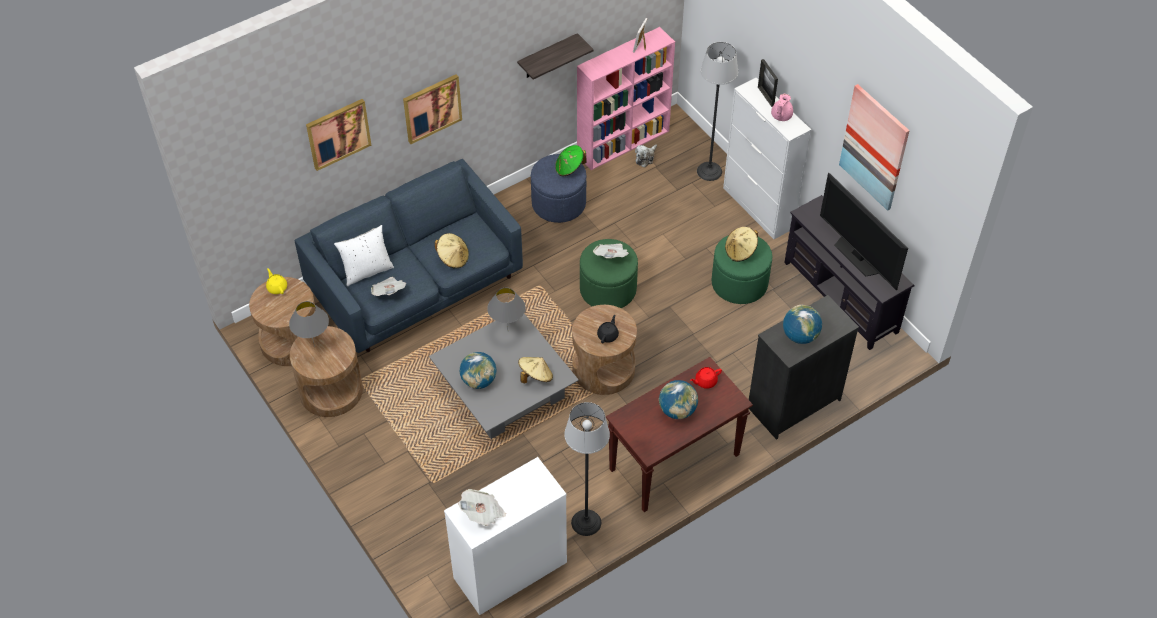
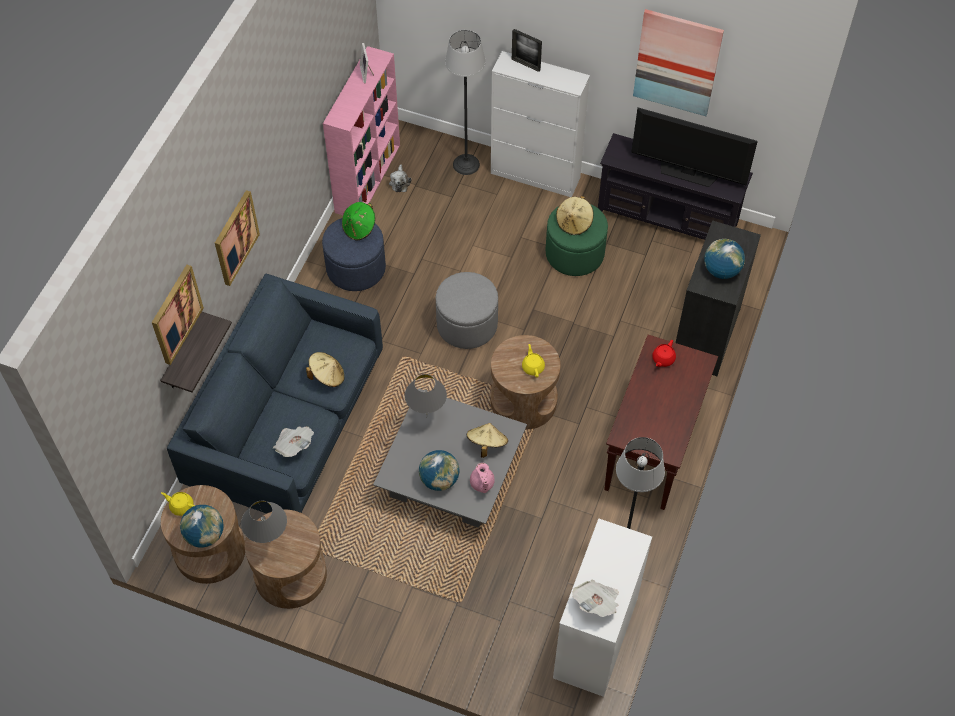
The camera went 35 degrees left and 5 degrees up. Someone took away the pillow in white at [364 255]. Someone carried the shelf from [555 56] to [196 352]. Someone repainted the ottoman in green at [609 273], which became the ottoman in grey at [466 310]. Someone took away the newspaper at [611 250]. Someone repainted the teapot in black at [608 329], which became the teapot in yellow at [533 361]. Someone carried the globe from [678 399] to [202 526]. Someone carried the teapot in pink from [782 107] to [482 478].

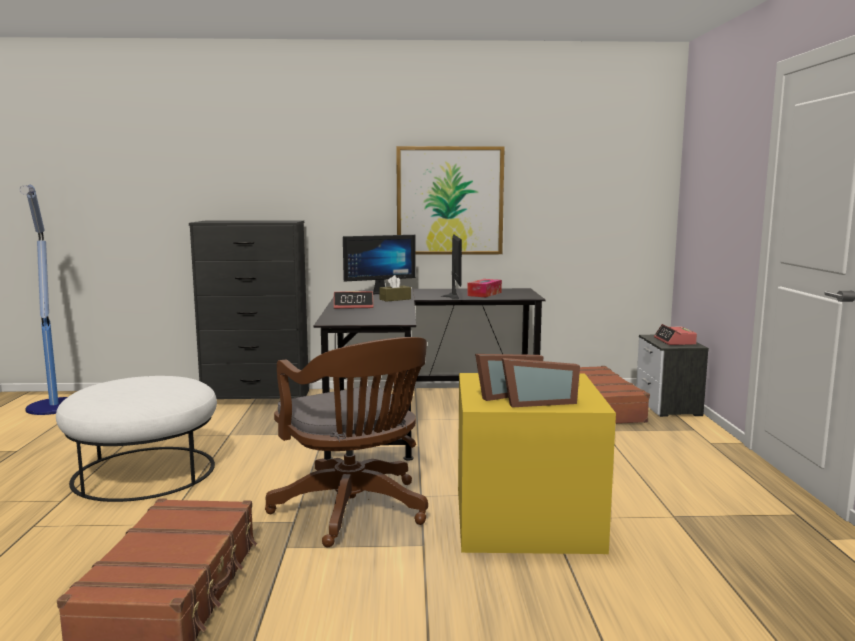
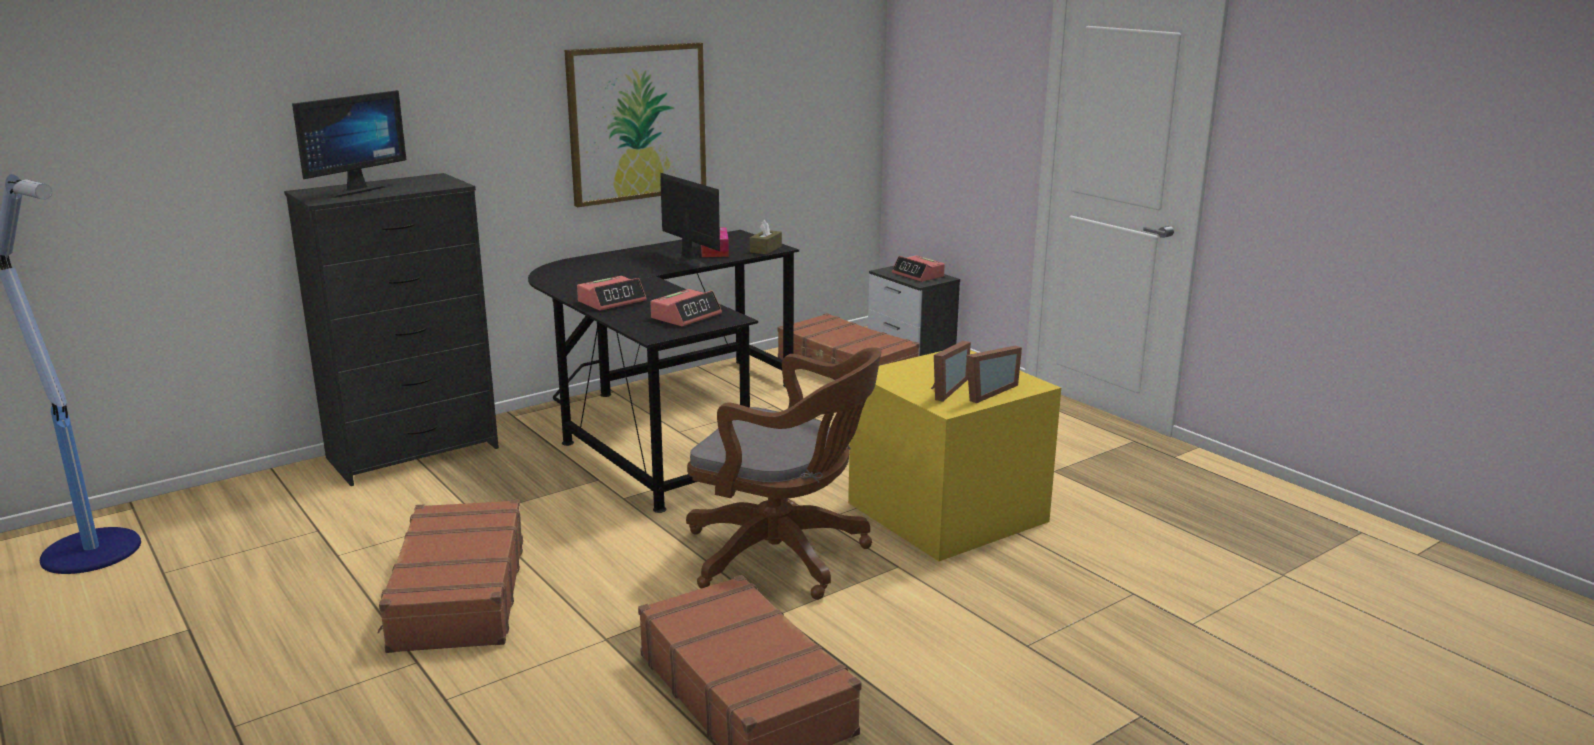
The camera went 35 degrees left and 10 degrees up. Someone swapped the ottoman in white at [136 439] for the suitcase in brown at [450 576]. Someone carried the monitor from [379 264] to [349 144]. Someone carried the tissue box in brown from [395 288] to [766 237]. Someone put down the alarm clock at [686 307].

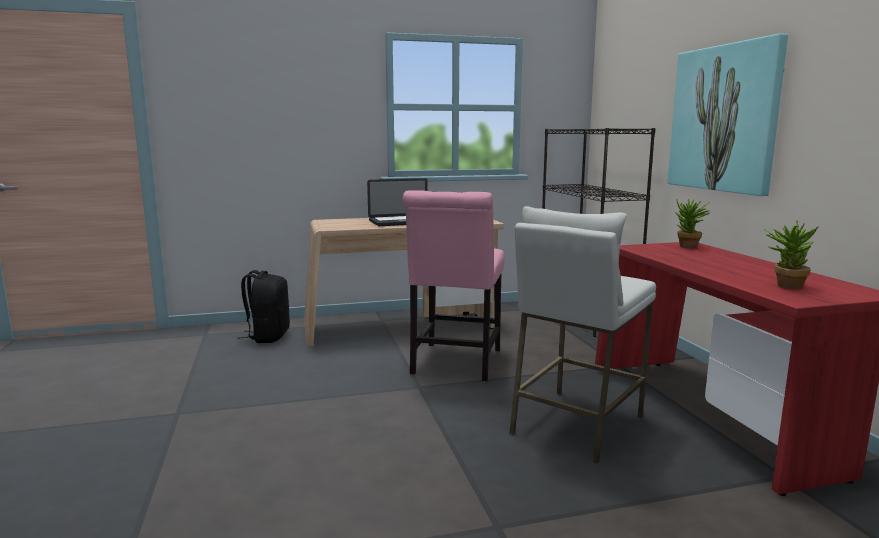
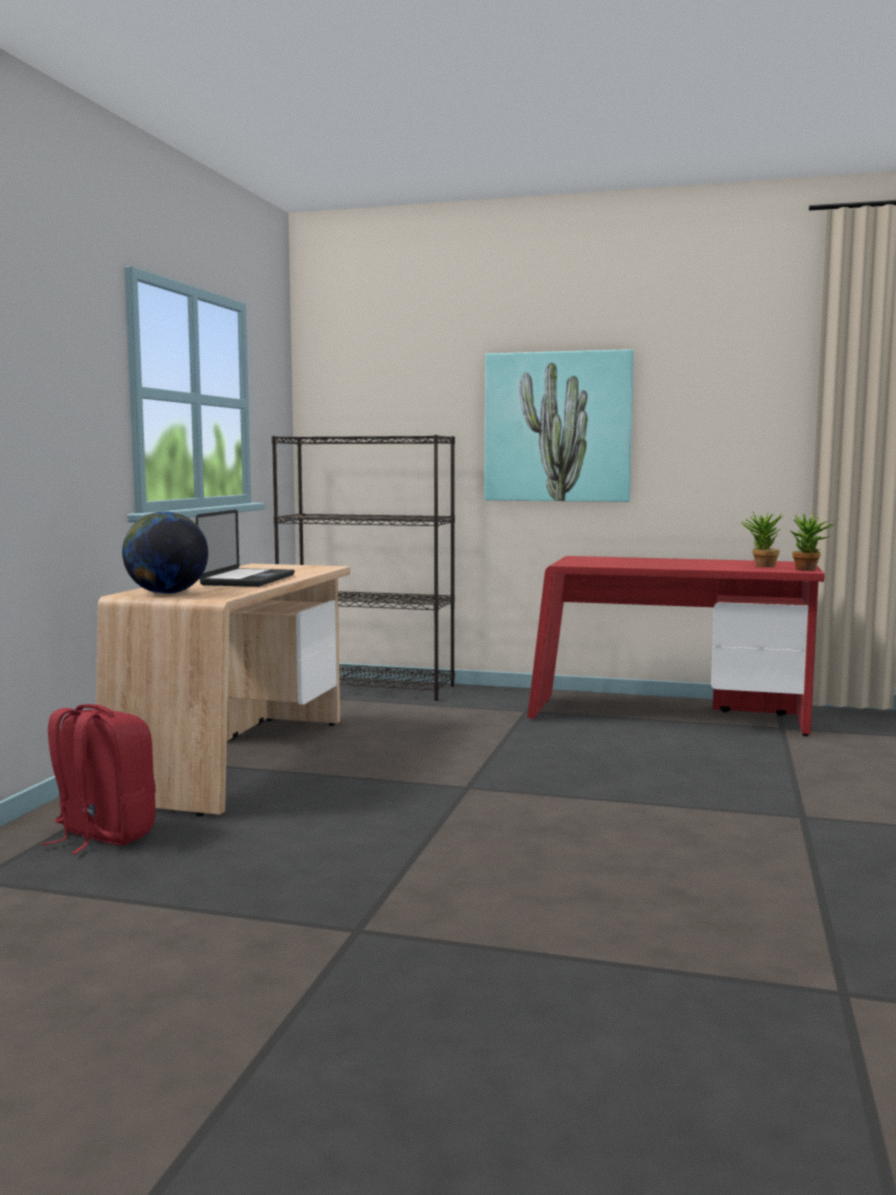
The camera went 60 degrees left and 5 degrees down. Someone repainted the backpack in black at [263 306], which became the backpack in red at [98 779]. Someone took away the chair in pink at [453 285]. Someone took away the stool in white at [582 335]. Someone carried the potted plant from [693 223] to [812 542]. Someone put down the globe at [165 552].

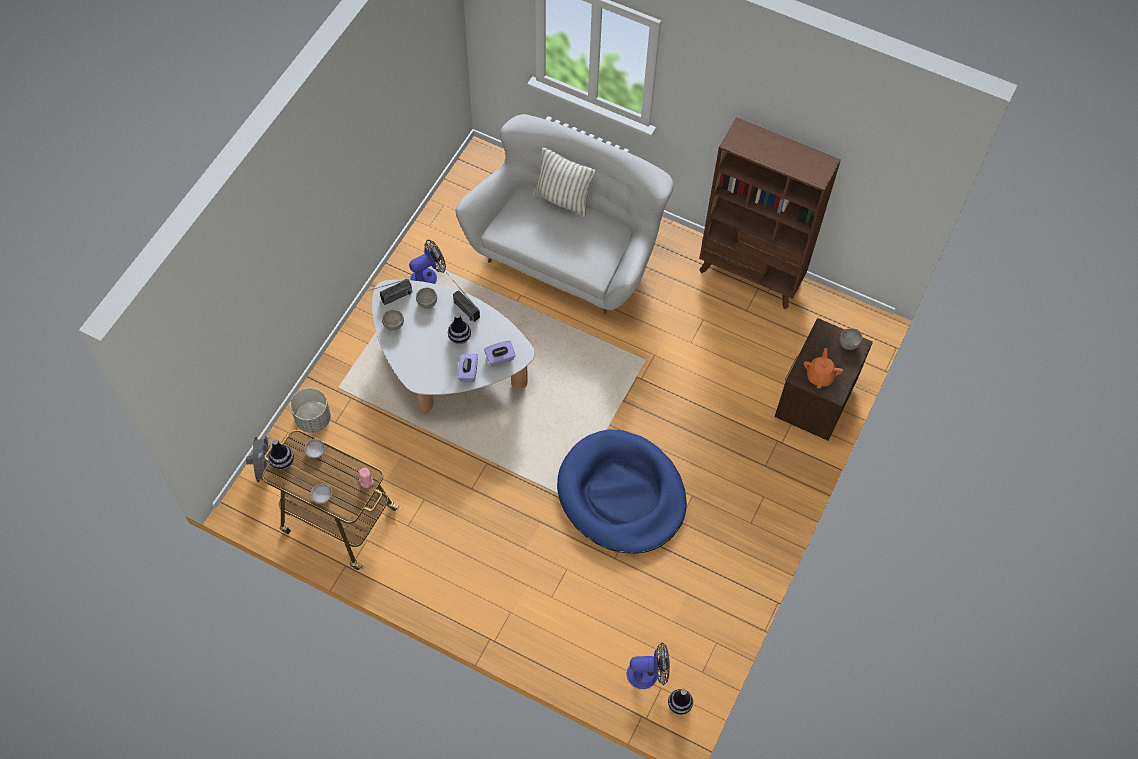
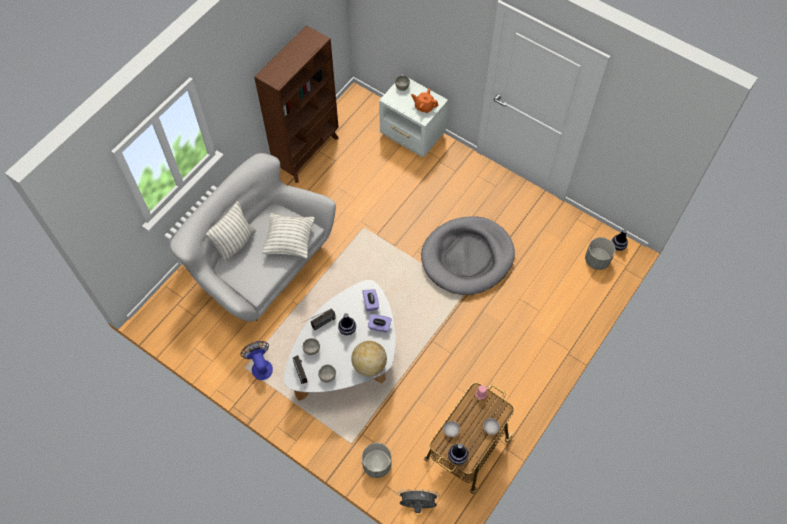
The camera went 80 degrees left and 0 degrees up. Someone repainted the dog bed in blue at [622 491], which became the dog bed in grey at [468 255]. Someone swapped the fan at [648 665] for the planter in grey at [600 253]. Someone repainted the nightstand in brown at [824 379], which became the nightstand in white at [413 117]. Someone put down the pillow at [288 235]. Someone put down the globe at [369 358].

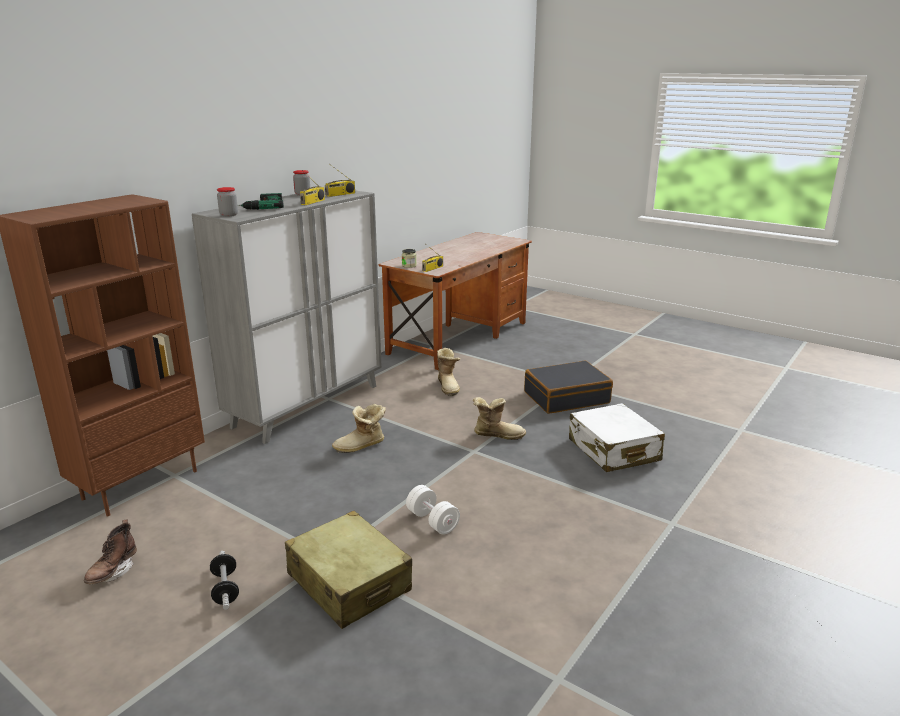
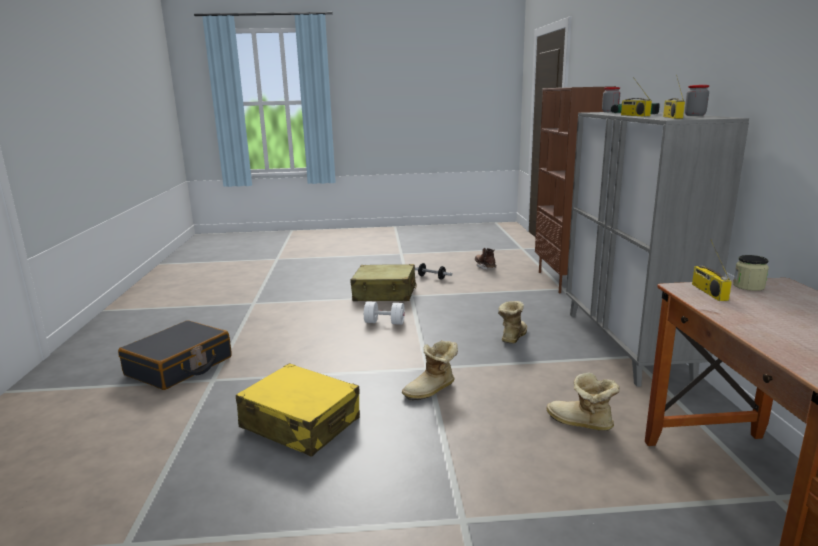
The camera went 140 degrees right and 5 degrees down. Someone carried the suitcase in black from [568 387] to [175 355]. Someone repainted the suitcase in white at [617 437], which became the suitcase in yellow at [298 410].

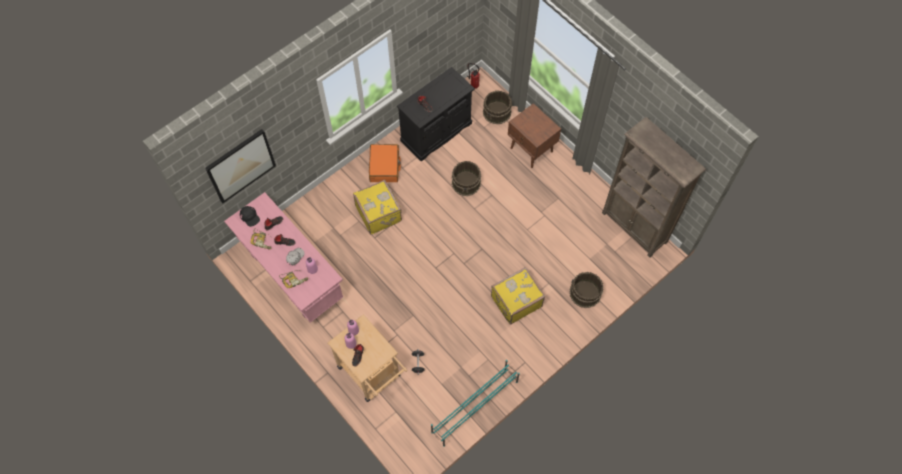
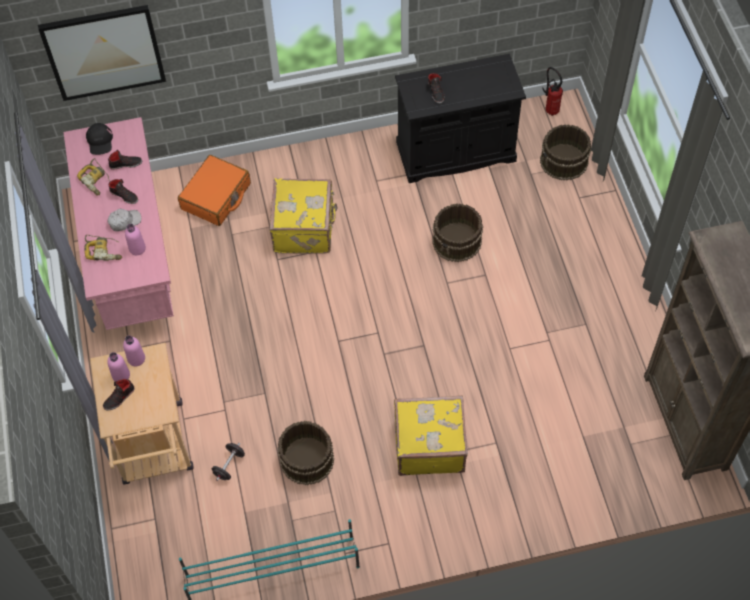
The camera went 30 degrees right and 5 degrees down. Someone carried the suitcase in orange from [385 163] to [214 190]. Someone took away the nightstand in brown at [534 135]. Someone carried the bucket in brown from [586 290] to [305 453].

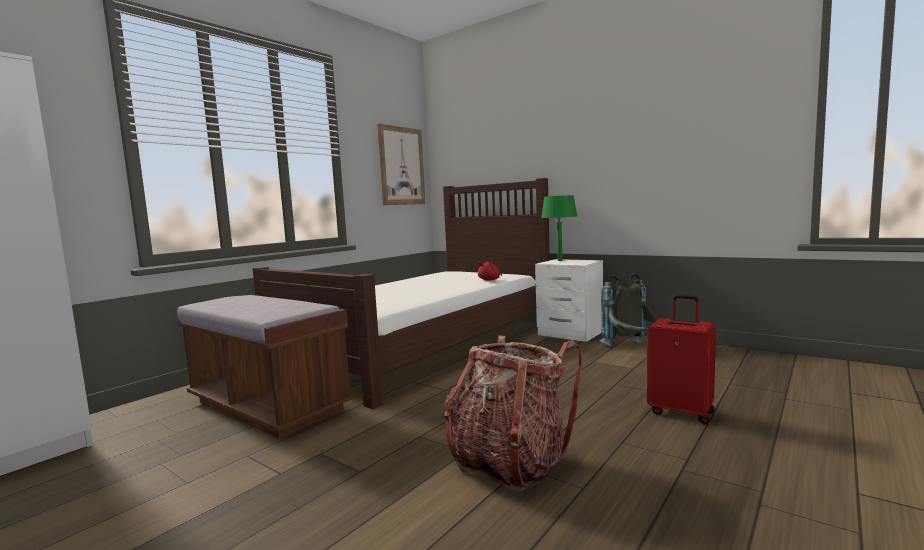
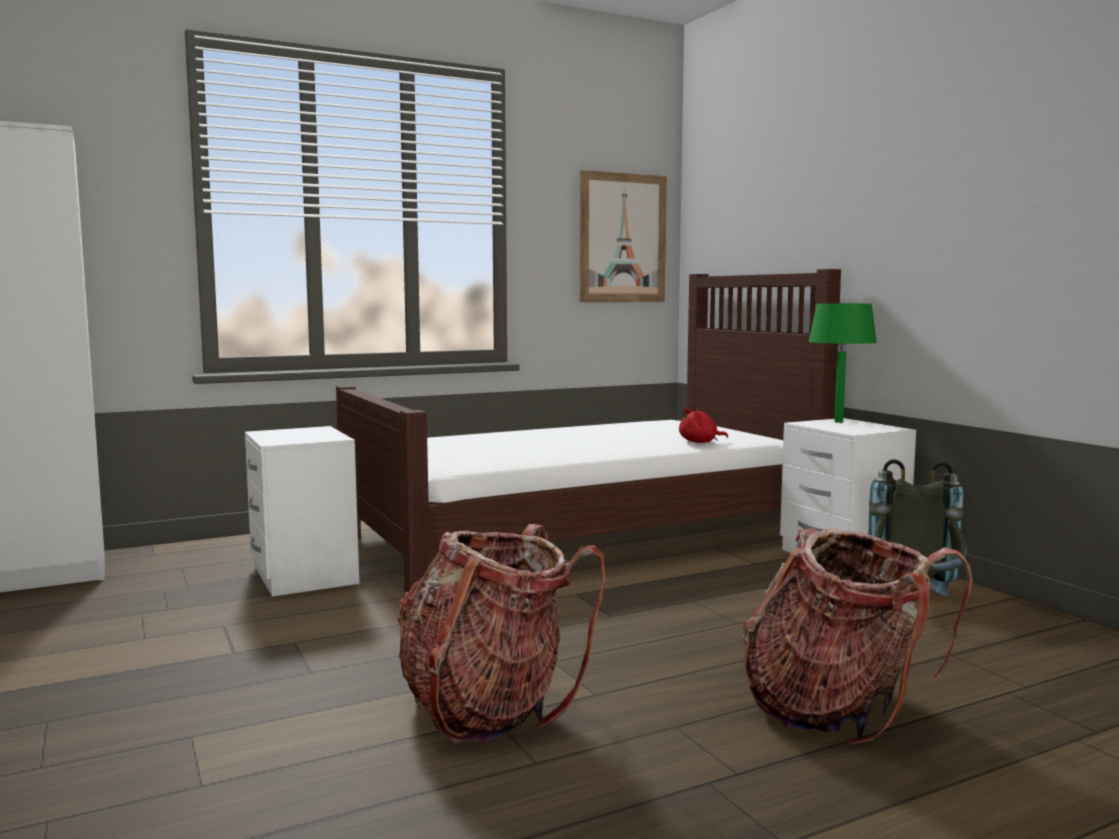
The camera went 25 degrees right and 0 degrees up. Someone swapped the bench in brown at [265 367] for the nightstand in white at [302 511]. Someone swapped the suitcase in red at [681 360] for the backpack at [857 636].

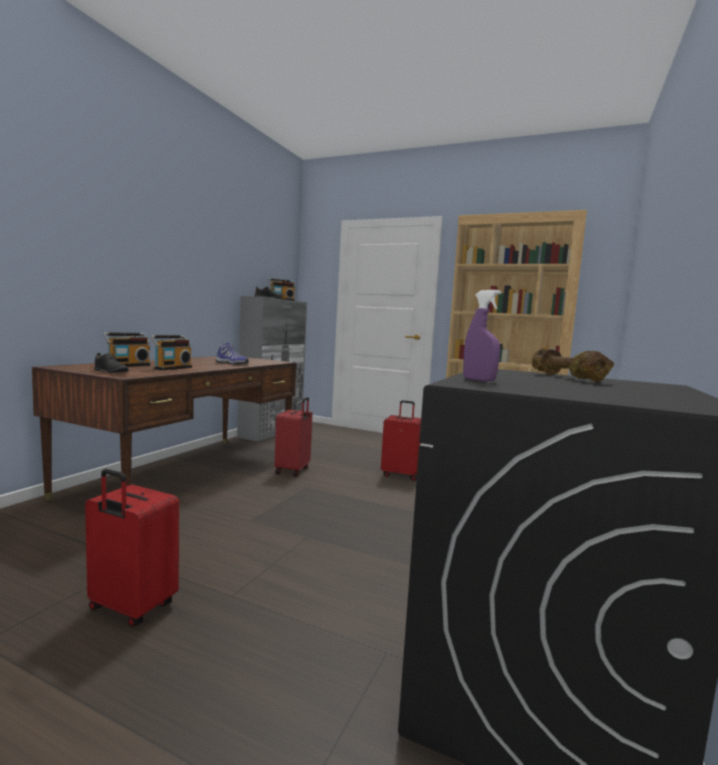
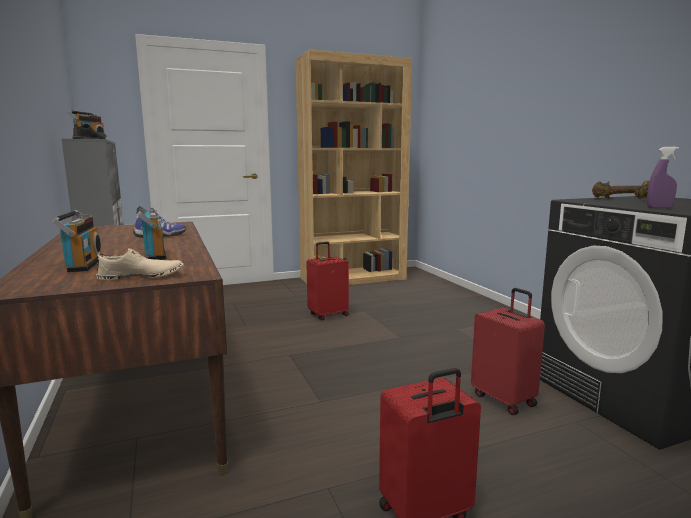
The camera went 45 degrees left and 5 degrees up. Someone repainted the shoe in black at [111 363], which became the shoe in beige at [140 264]. Someone carried the suitcase in red from [293 437] to [508 351].

